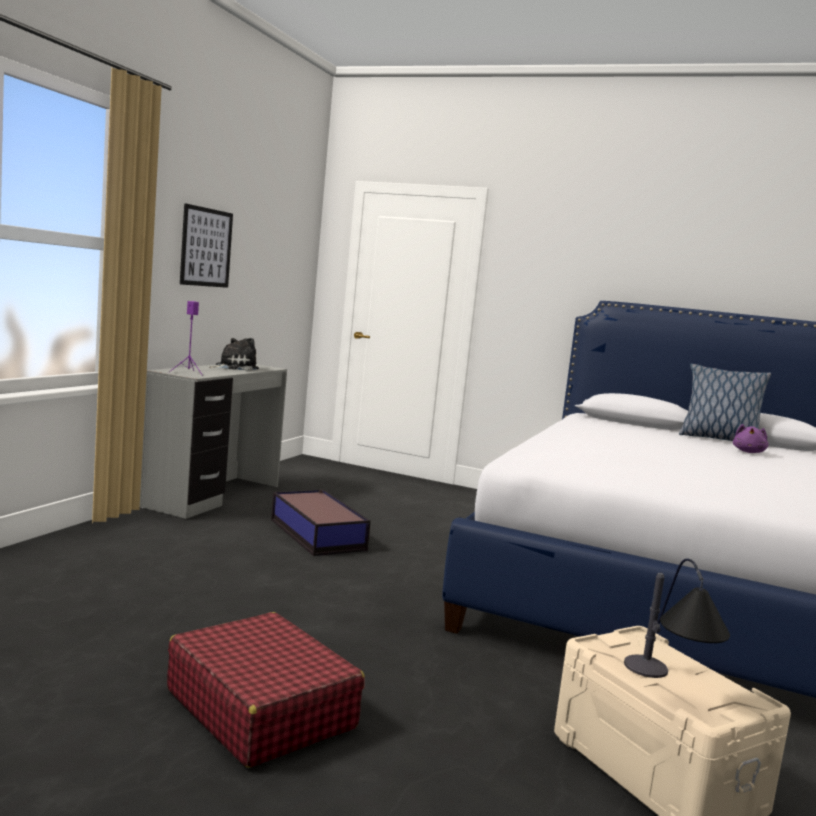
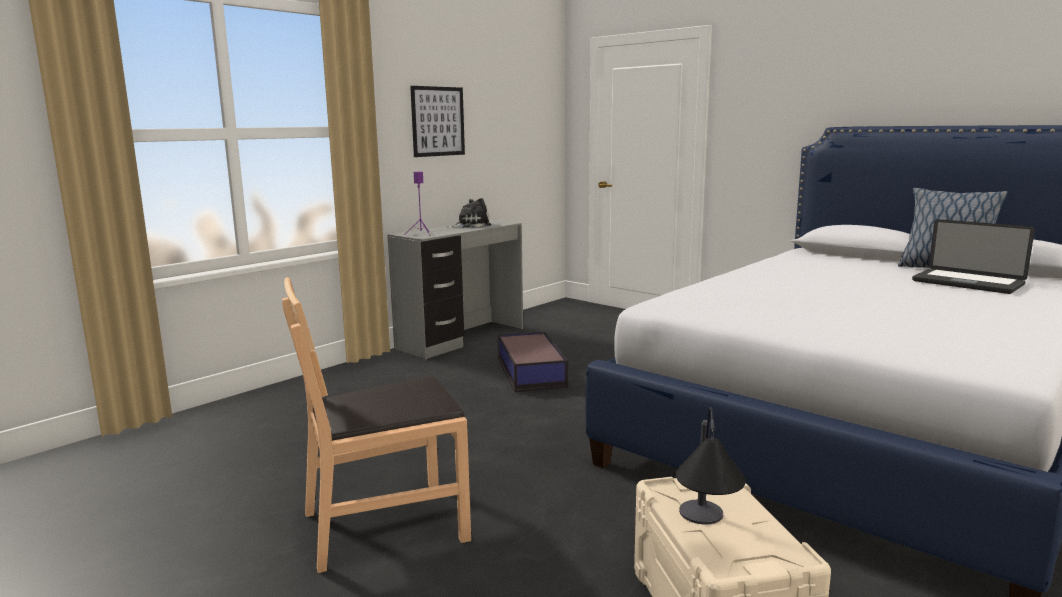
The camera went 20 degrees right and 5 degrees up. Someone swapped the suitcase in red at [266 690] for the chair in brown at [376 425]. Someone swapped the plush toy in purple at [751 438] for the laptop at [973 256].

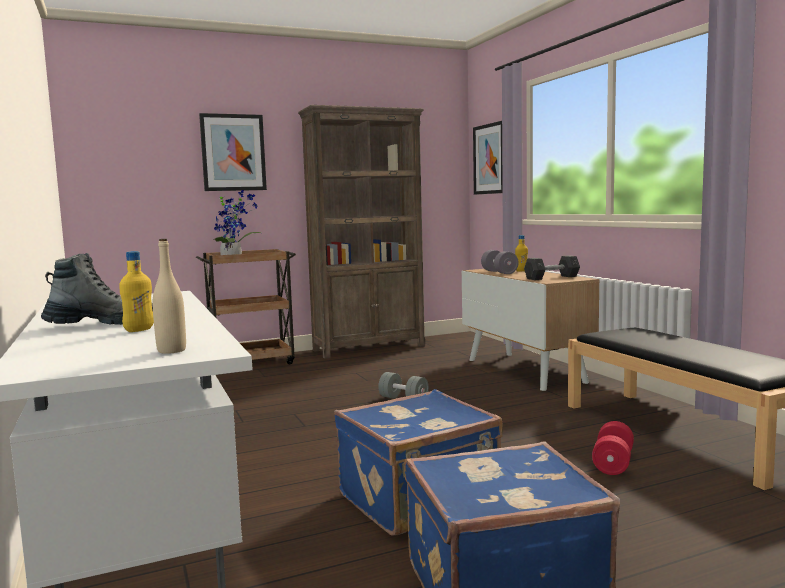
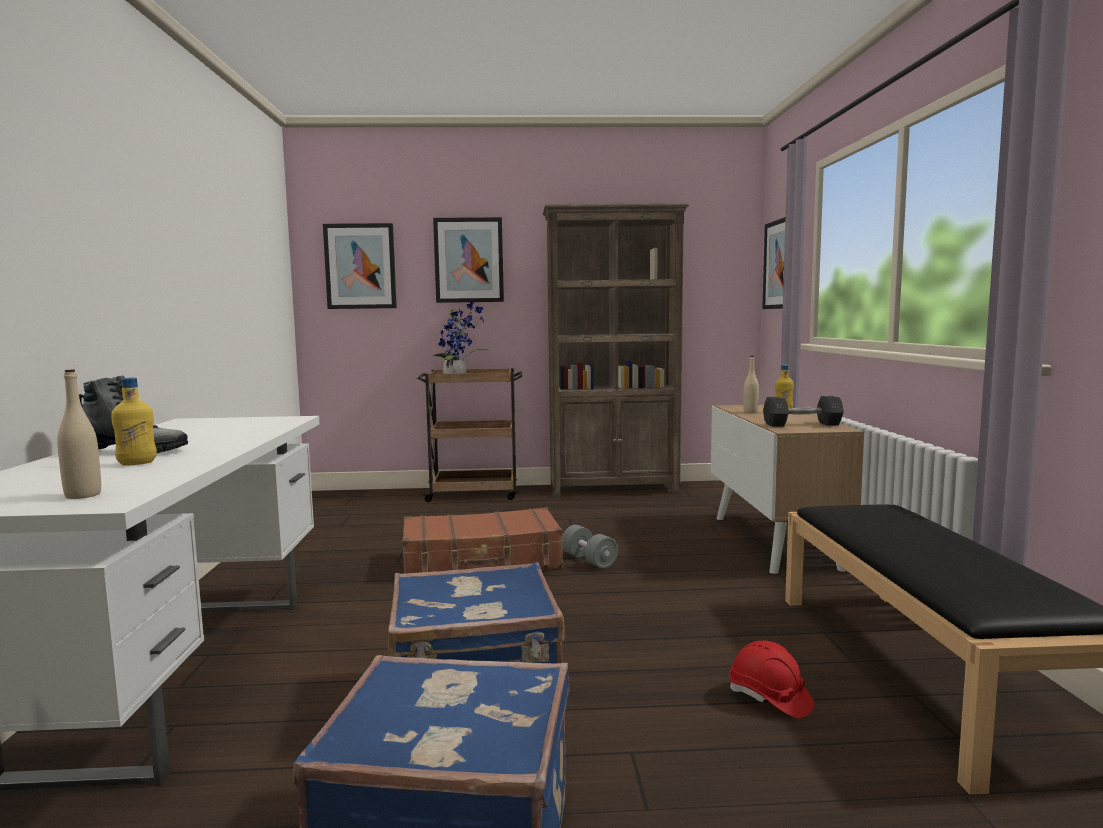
The camera went 20 degrees right and 0 degrees up. Someone swapped the dumbbell in grey at [499 262] for the bottle in beige at [751 384]. Someone swapped the dumbbell in red at [613 448] for the hard hat in red at [771 679]. Someone put up the picture at [360 266]. Someone put down the suitcase in brown at [482 540].

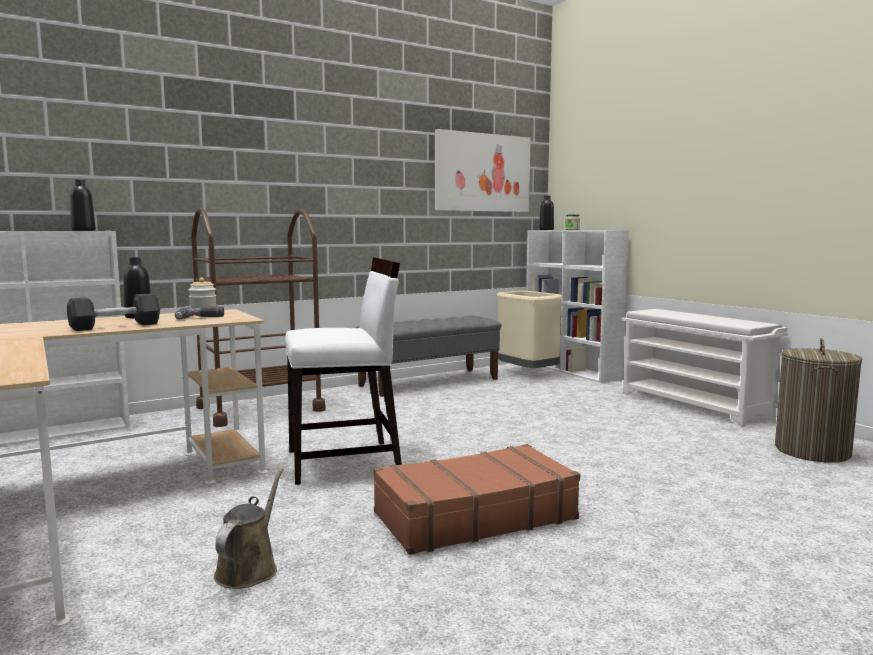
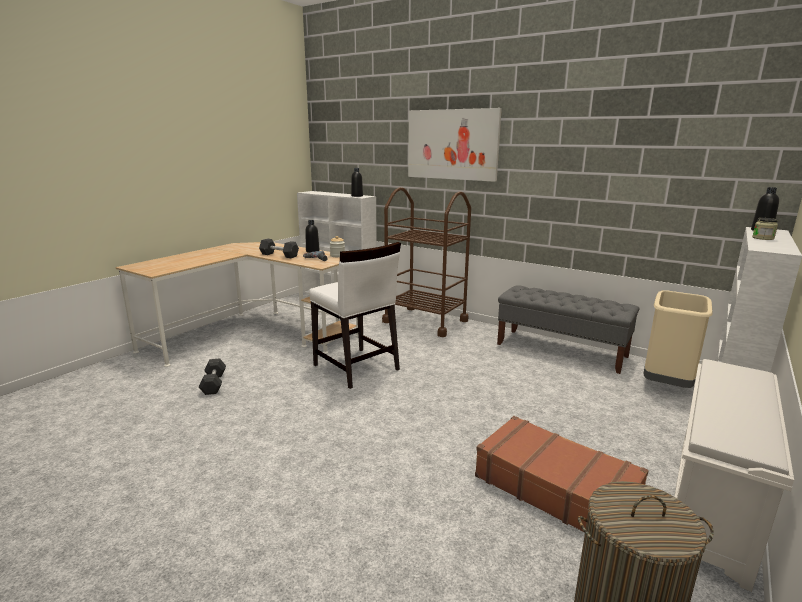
The camera went 65 degrees right and 10 degrees up. Someone swapped the watering can in brown at [249 528] for the dumbbell in grey at [212 376]. Someone carried the suitcase in brown from [477 499] to [562 474]. Someone carried the picture from [483 170] to [455 145].

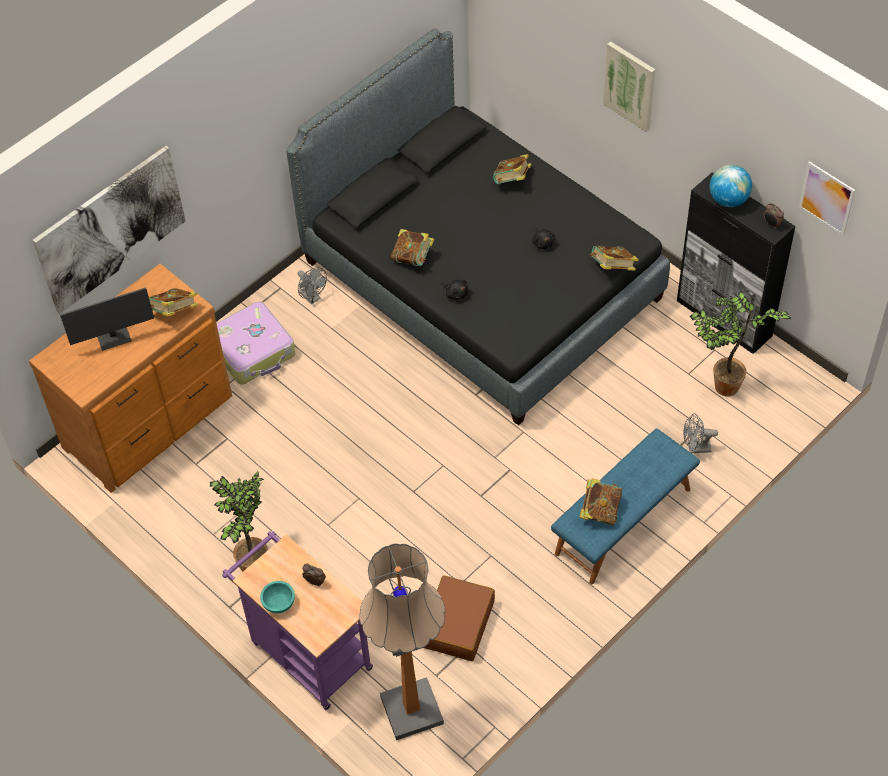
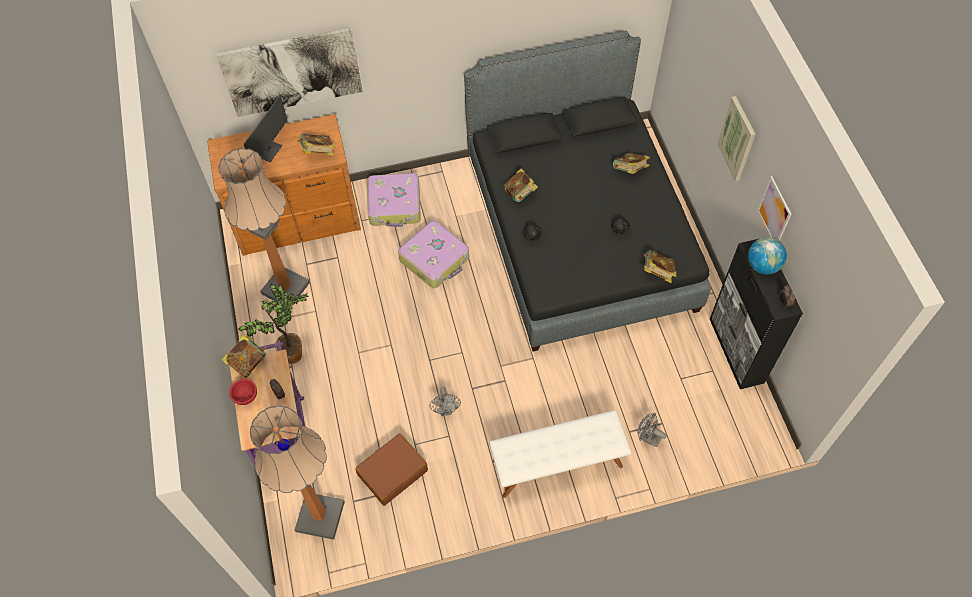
The camera went 30 degrees right and 5 degrees up. Someone rotated the monitor at [107 319] by 75 degrees counterclockwise. Someone repainted the bowl in turquoise at [277 597], which became the bowl in red at [243 392]. Someone carried the fan in grey from [312 285] to [445 401]. Someone repainted the bench in blue at [625 506], which became the bench in white at [560 454]. Someone carried the book from [600 501] to [244 356]. Someone took away the potted plant at [740 343]. Someone carried the picture from [827 198] to [774 208]. Someone put down the floor lamp at [264 227]. Someone put down the suitcase at [433 254].

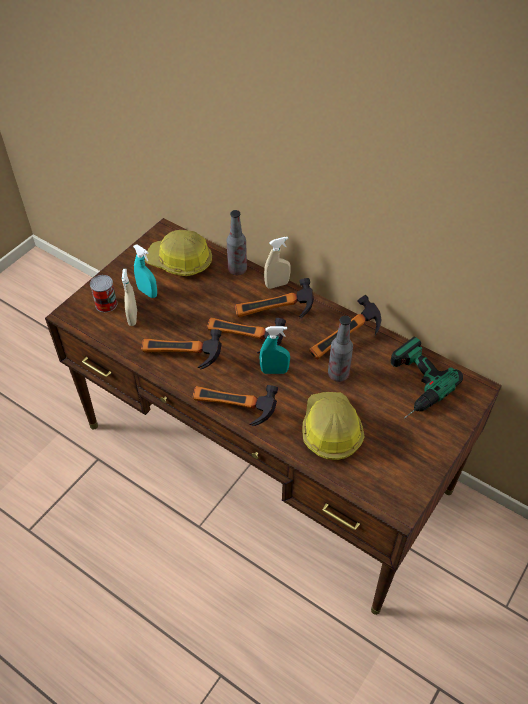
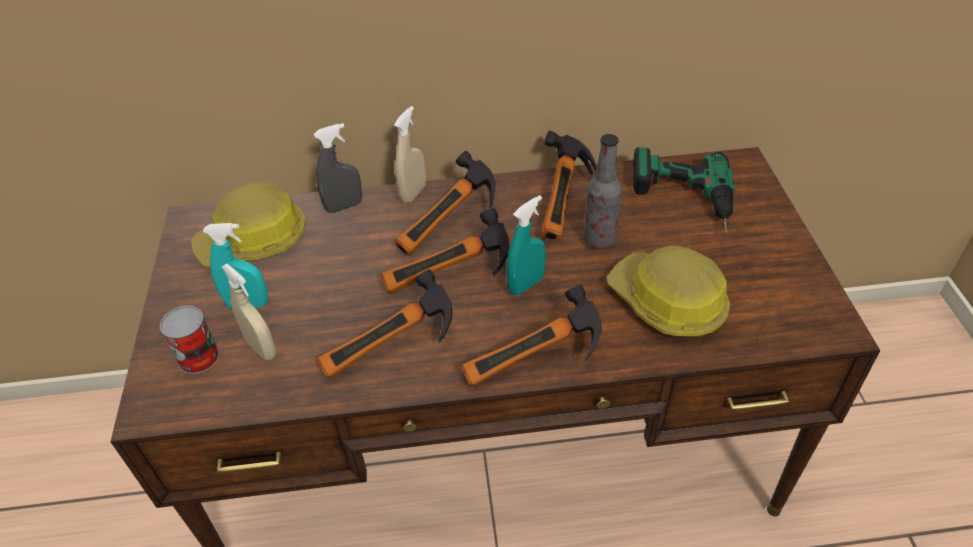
The camera went 40 degrees left and 5 degrees down. Someone swapped the bottle at [237 242] for the spray bottle in grey at [338 168].

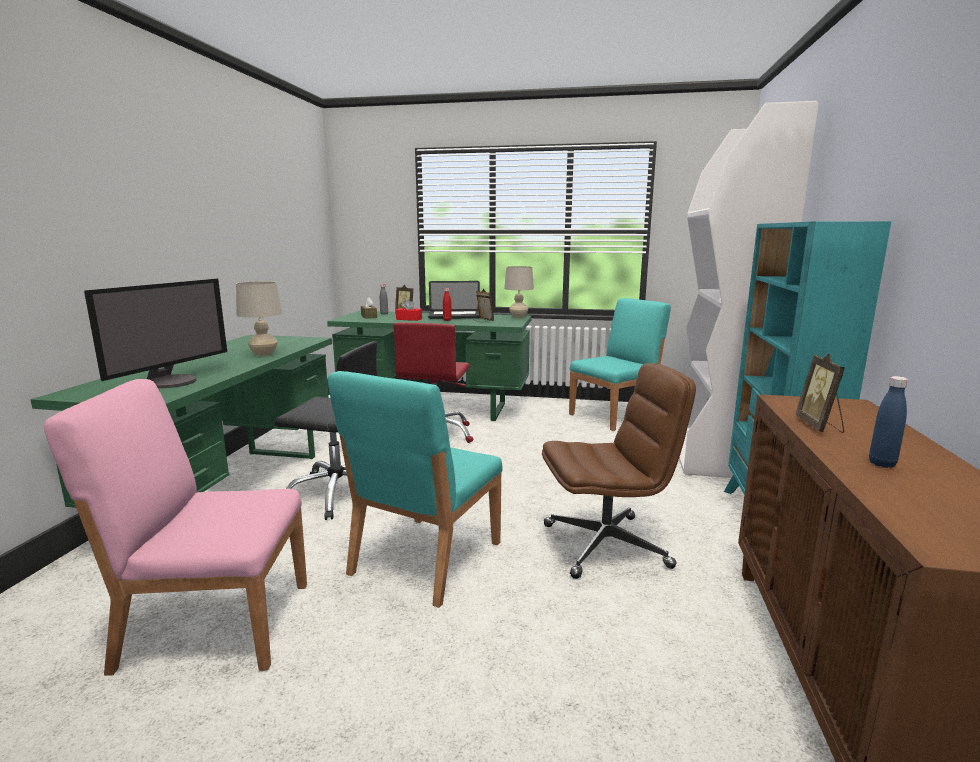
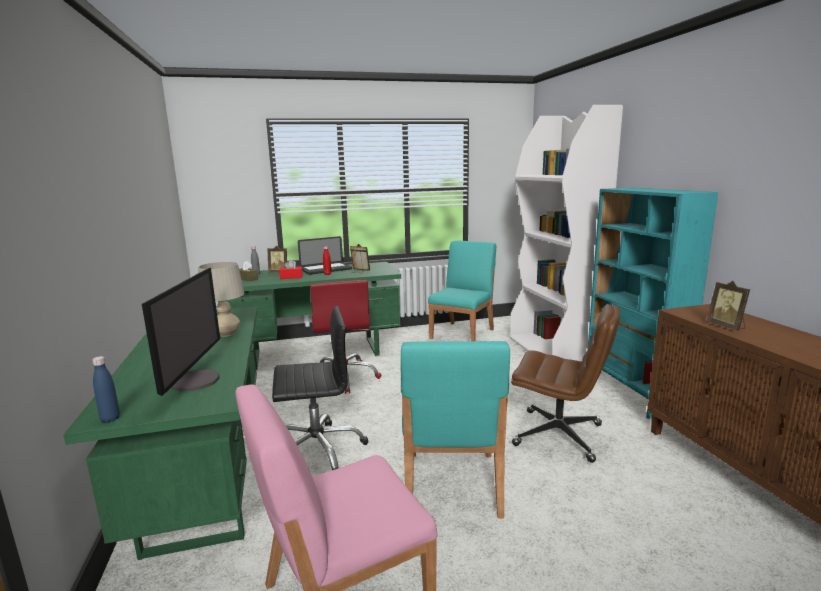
The camera went 25 degrees left and 0 degrees up. Someone took away the table lamp in beige at [519 292]. Someone rotated the office chair in brown at [619 471] by 60 degrees clockwise. Someone carried the bottle in blue from [888 422] to [106 389].

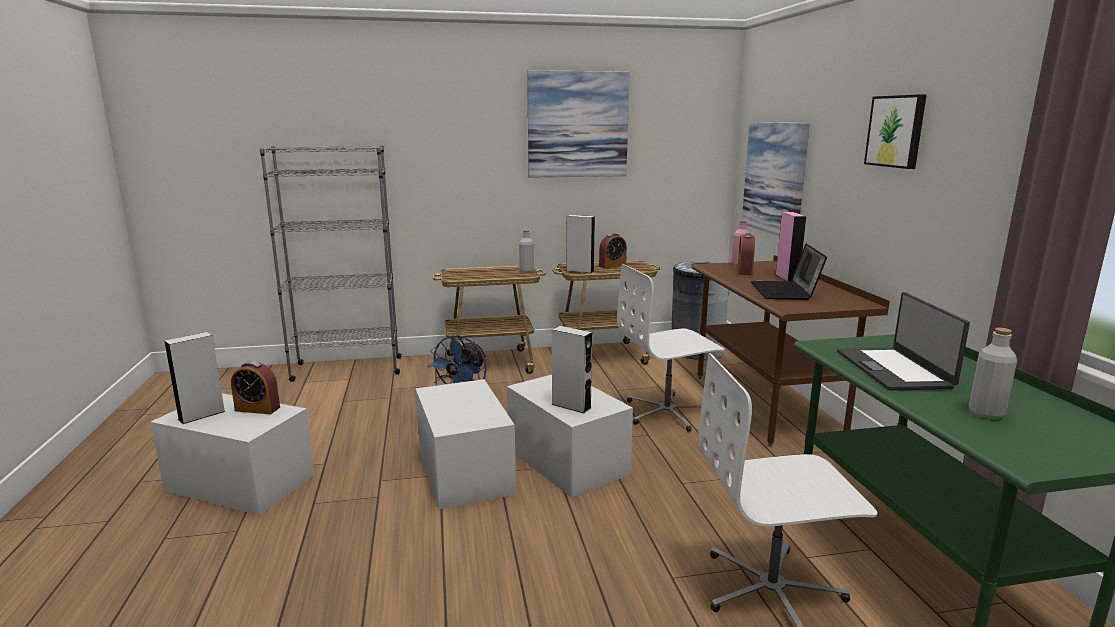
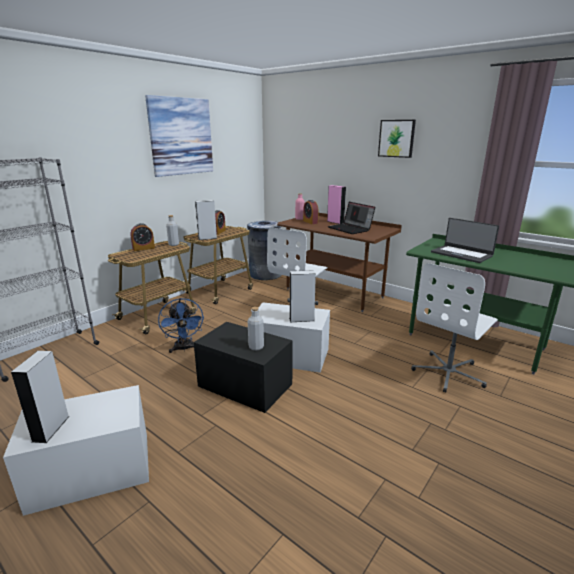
The camera went 40 degrees left and 5 degrees up. Someone carried the alarm clock from [255 387] to [142 237]. Someone repainted the storage box in white at [465 444], which became the storage box in black at [243 367]. Someone took away the picture at [776 179]. Someone carried the bottle in grey from [993 373] to [256 328].

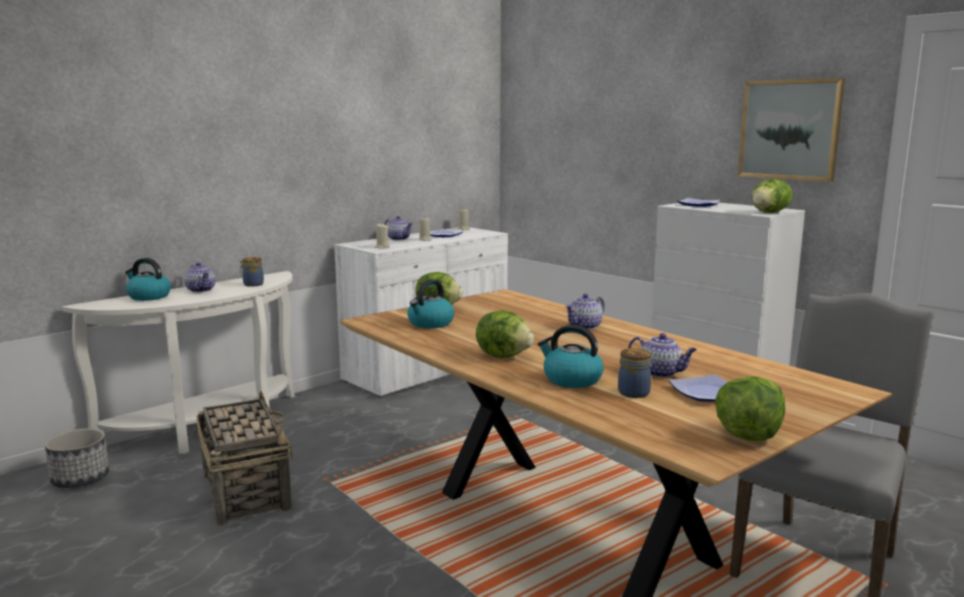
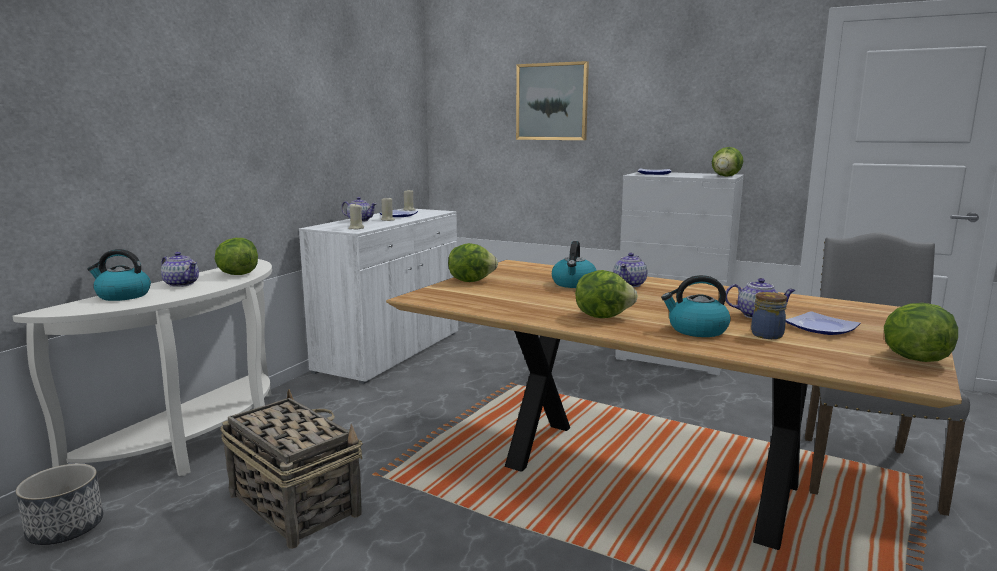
The camera went 20 degrees left and 0 degrees up. Someone swapped the jar at [252 272] for the lettuce at [236 256]. Someone carried the kettle from [430 303] to [574 264]. Someone carried the picture from [791 130] to [552 100].

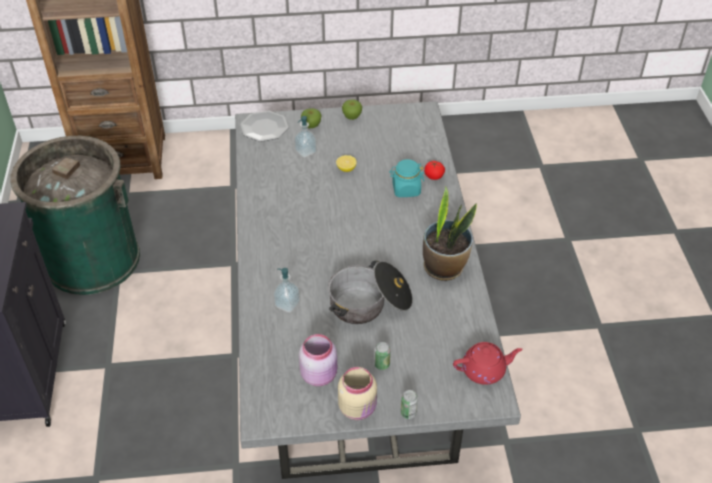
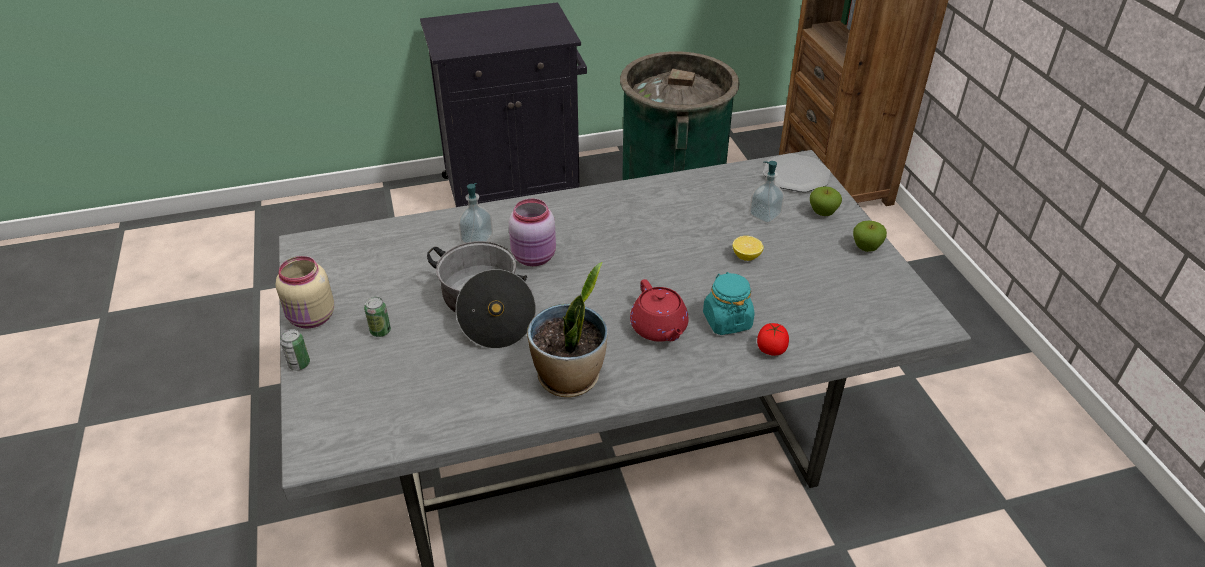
The camera went 80 degrees right and 5 degrees down. Someone carried the jar in pink from [318 360] to [532 232]. Someone carried the teapot in red from [488 363] to [659 310].

